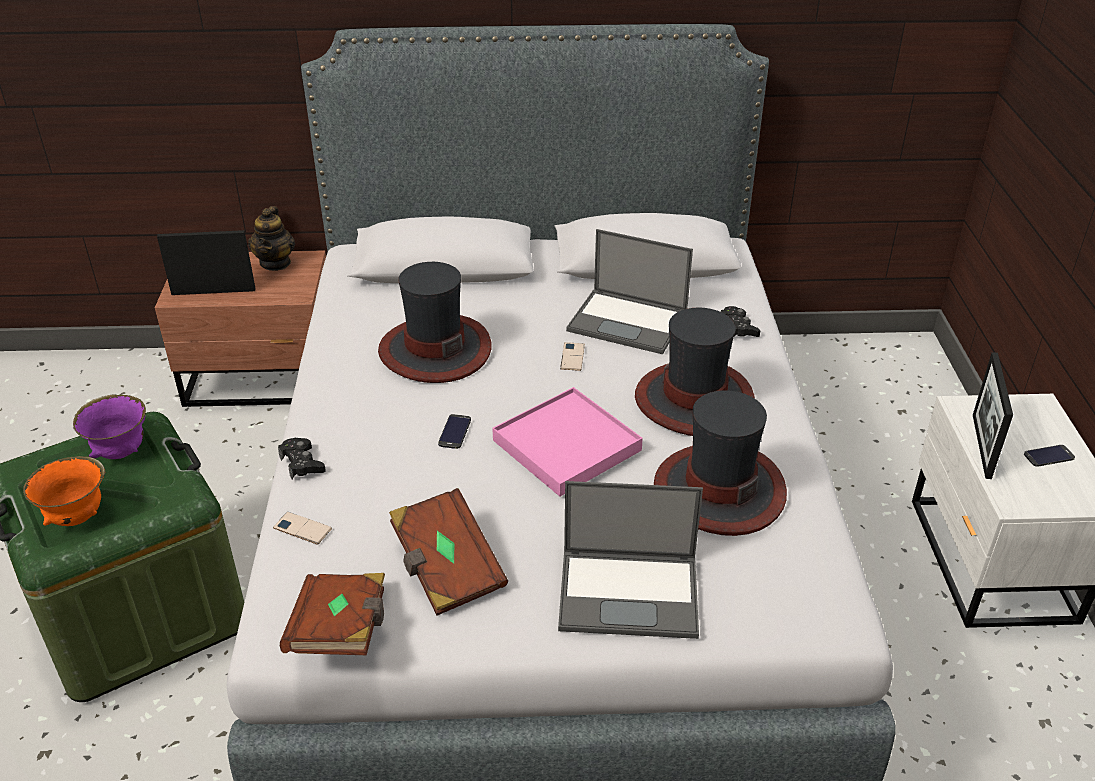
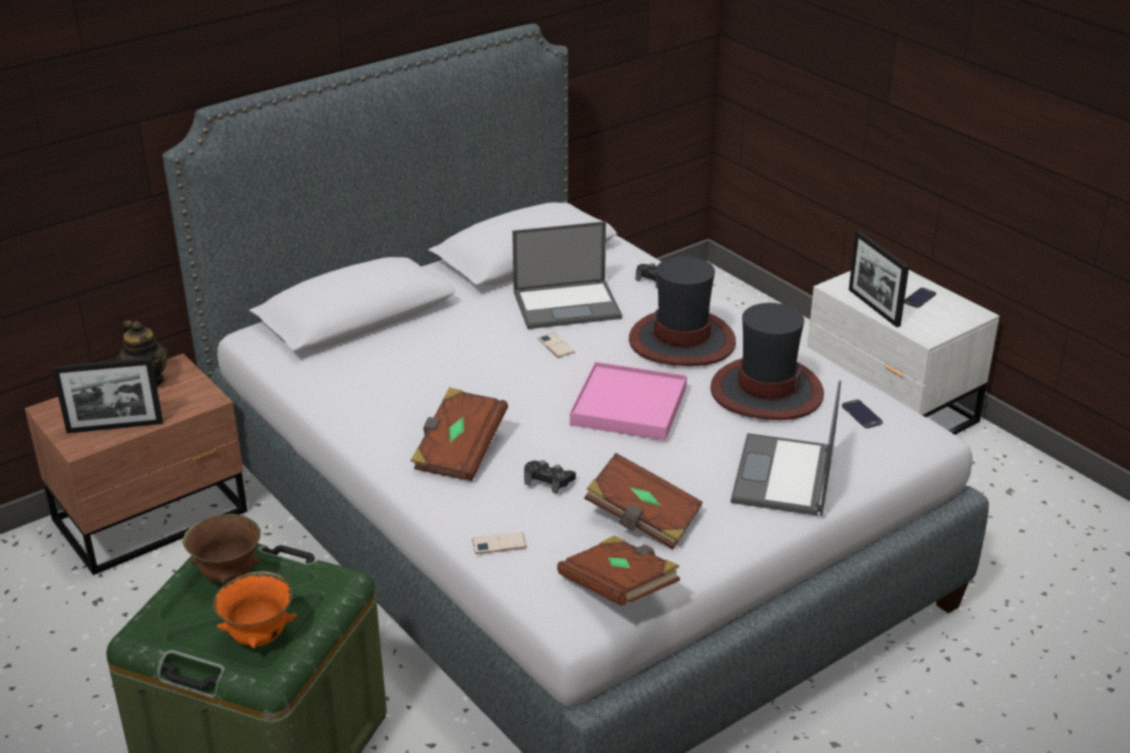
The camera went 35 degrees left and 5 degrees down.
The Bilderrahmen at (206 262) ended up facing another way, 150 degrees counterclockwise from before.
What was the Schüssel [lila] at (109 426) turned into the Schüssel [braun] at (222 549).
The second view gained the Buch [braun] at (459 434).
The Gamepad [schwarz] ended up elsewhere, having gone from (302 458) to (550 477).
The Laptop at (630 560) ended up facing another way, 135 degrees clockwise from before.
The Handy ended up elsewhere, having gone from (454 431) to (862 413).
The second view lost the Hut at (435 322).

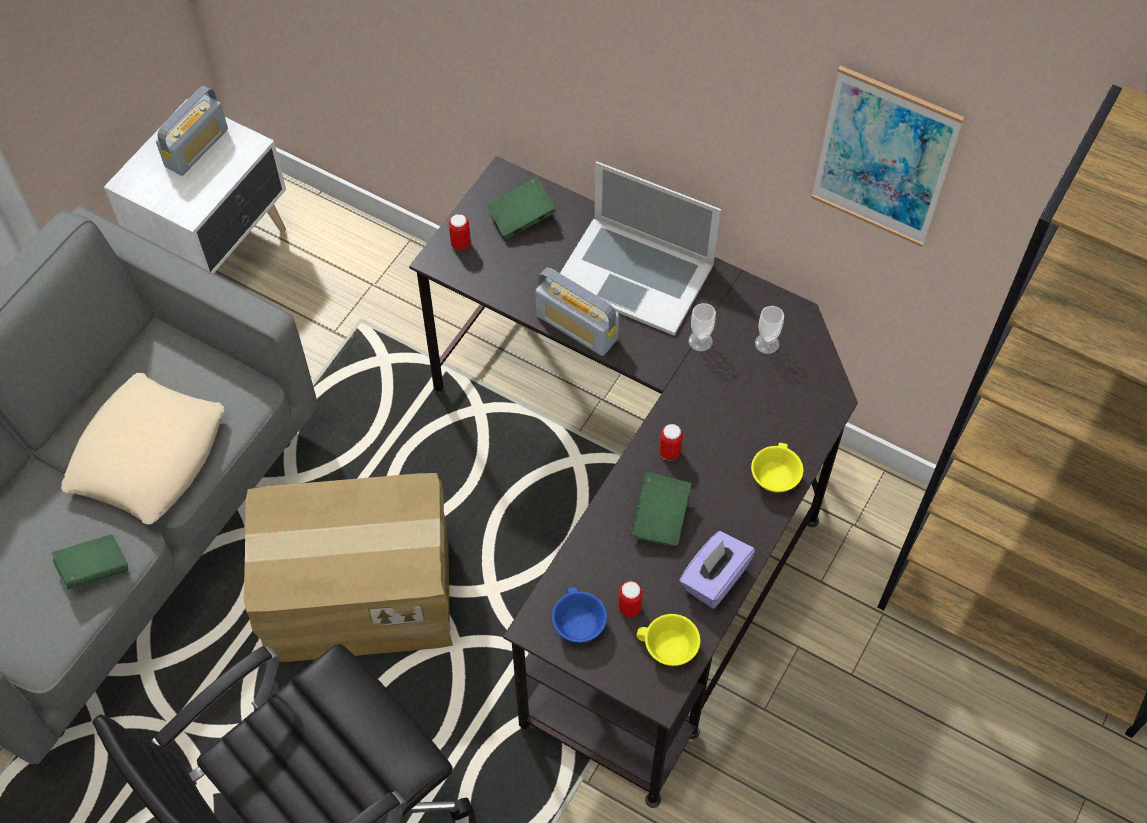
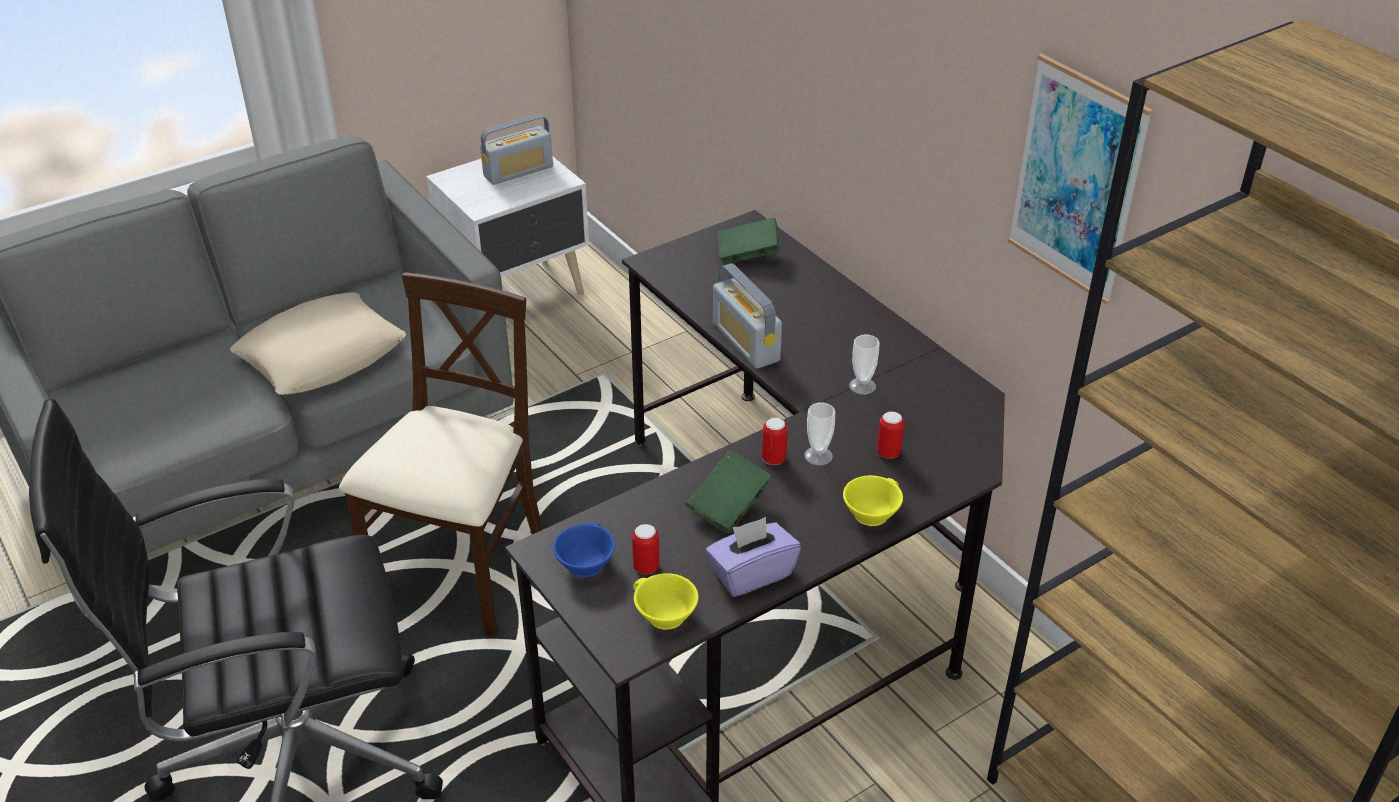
The camera went 25 degrees right and 20 degrees down.
Where the Karton stood at (348 567), the Stuhl [beige] came to stand at (441 455).
The Tasse ended up elsewhere, having gone from (769 330) to (819 433).
The Dose ended up elsewhere, having gone from (460 232) to (890 435).
The second view lost the Buch [grün] at (90 562).
The second view lost the Laptop at (640 248).

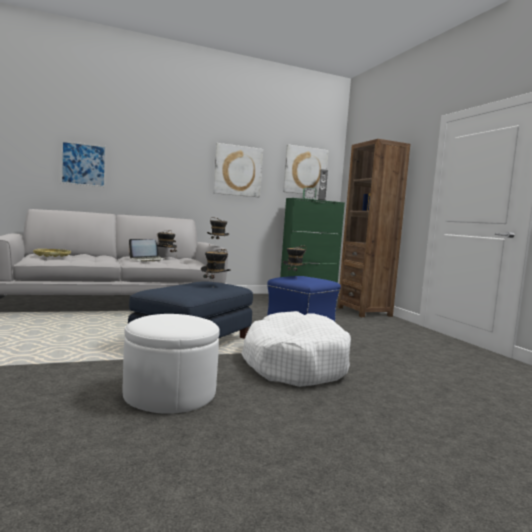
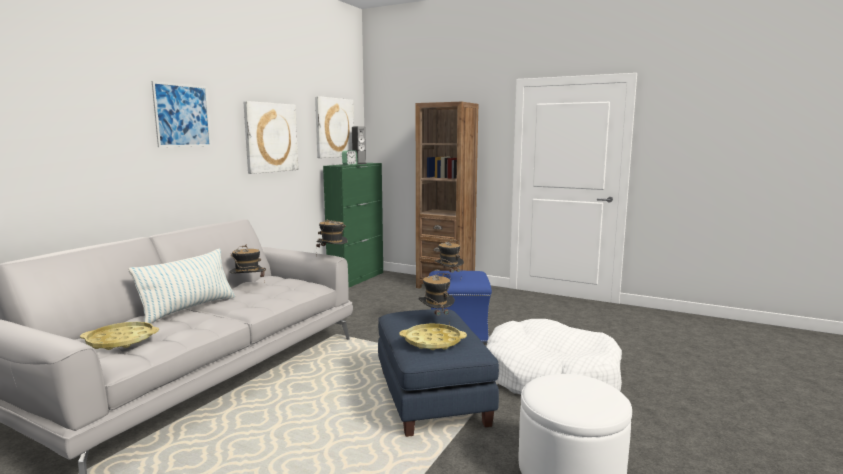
The camera went 40 degrees left and 5 degrees up.
The second view gained the Kissen at (182 286).
The Bild ended up elsewhere, having gone from (83 164) to (181 114).
The second view gained the Tablett [gelb] at (433 337).
The second view lost the Laptop at (147 250).

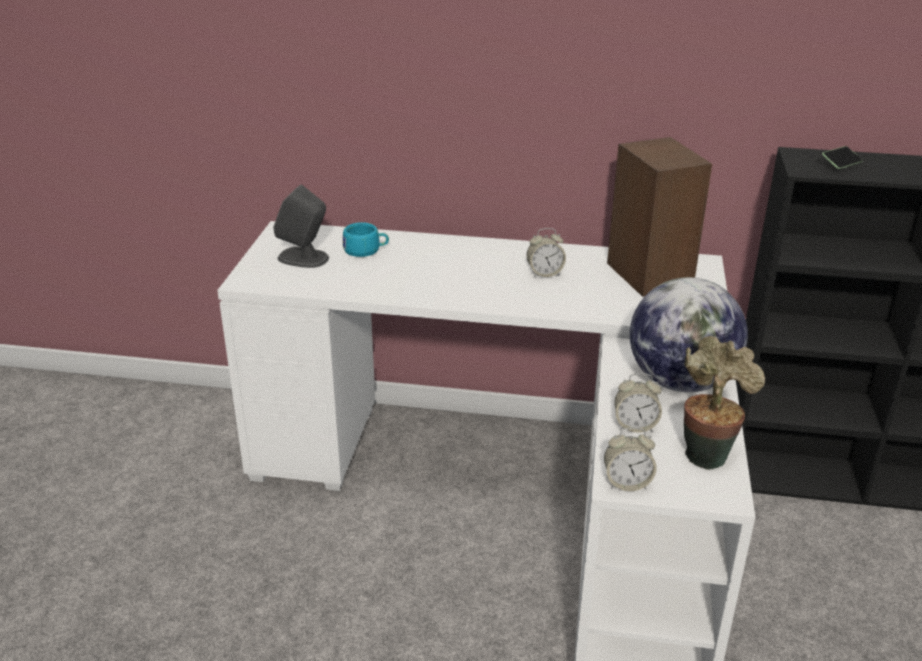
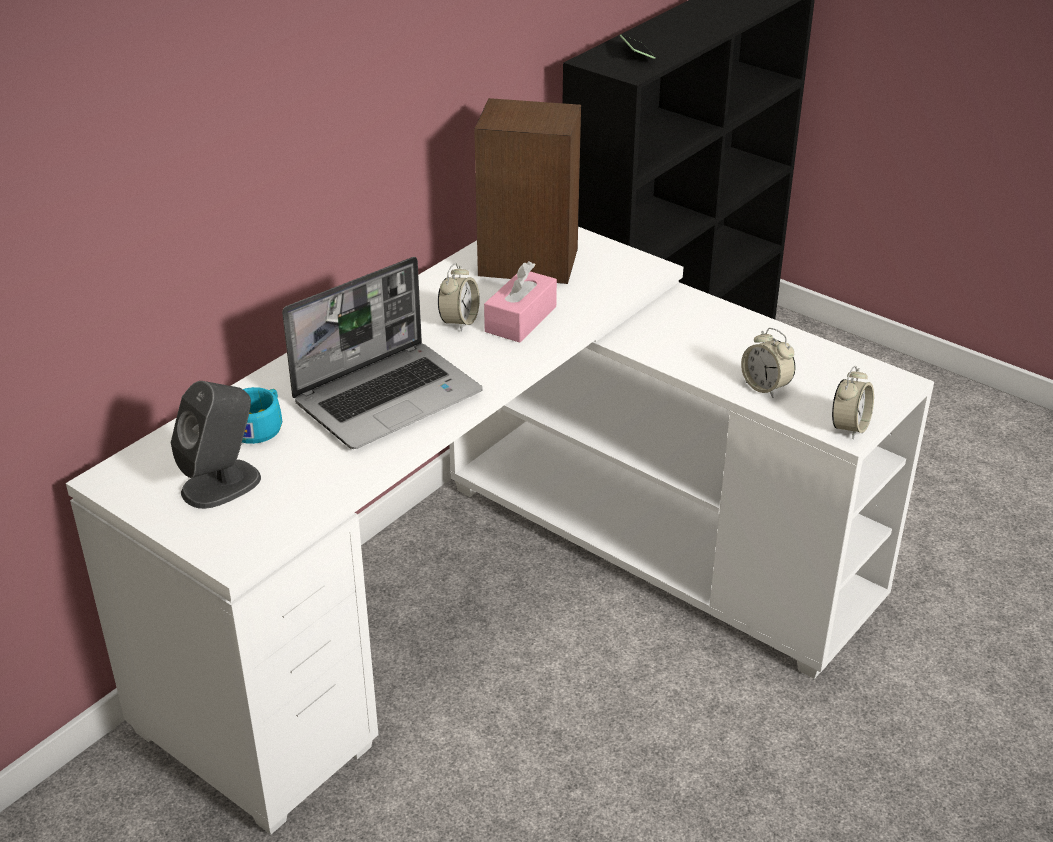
The camera went 60 degrees left and 5 degrees up.
The second view gained the Laptop at (382 353).
The second view gained the Taschentuchbox [rosa] at (520 302).
The Wecker at (638 403) ended up facing another way, 105 degrees clockwise from before.
The second view lost the Globus at (689 334).
The second view lost the Topfpflanze at (724 403).

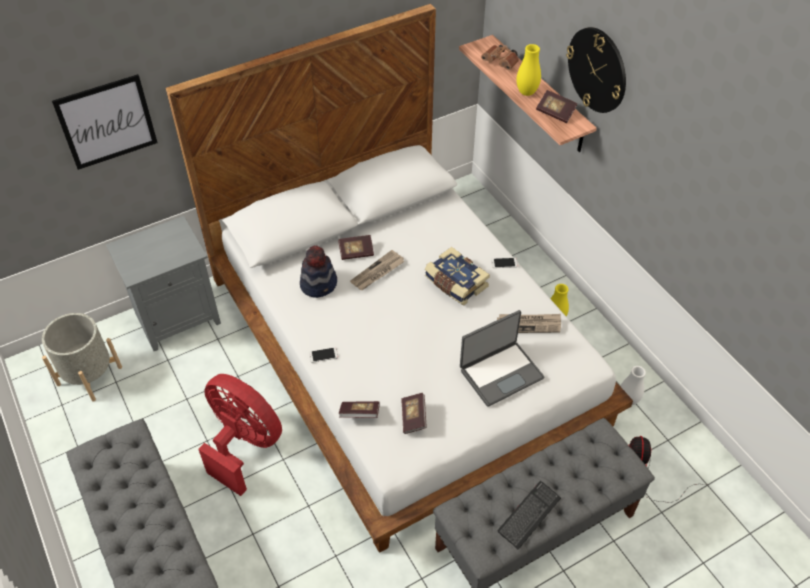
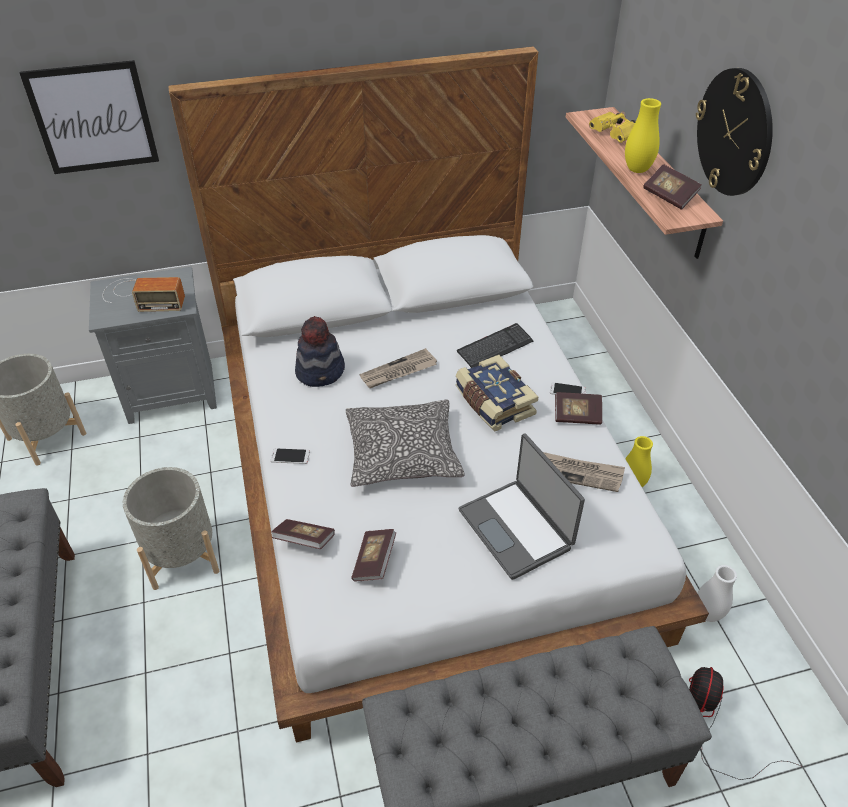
The camera went 15 degrees right and 5 degrees down.
The second view gained the Radio at (144 294).
Where the Ventilator [rot] stood at (240 435), the Pflanzkübel [grau] came to stand at (171 528).
The second view gained the Kissen at (405 443).
The Tastatur ended up elsewhere, having gone from (529 515) to (495 345).
The Laptop at (502 358) ended up facing another way, 75 degrees clockwise from before.
The Buch ended up elsewhere, having gone from (356 247) to (578 408).
What was the Fernglas [braun] at (500 57) turned into the Fernglas [gelb] at (612 127).

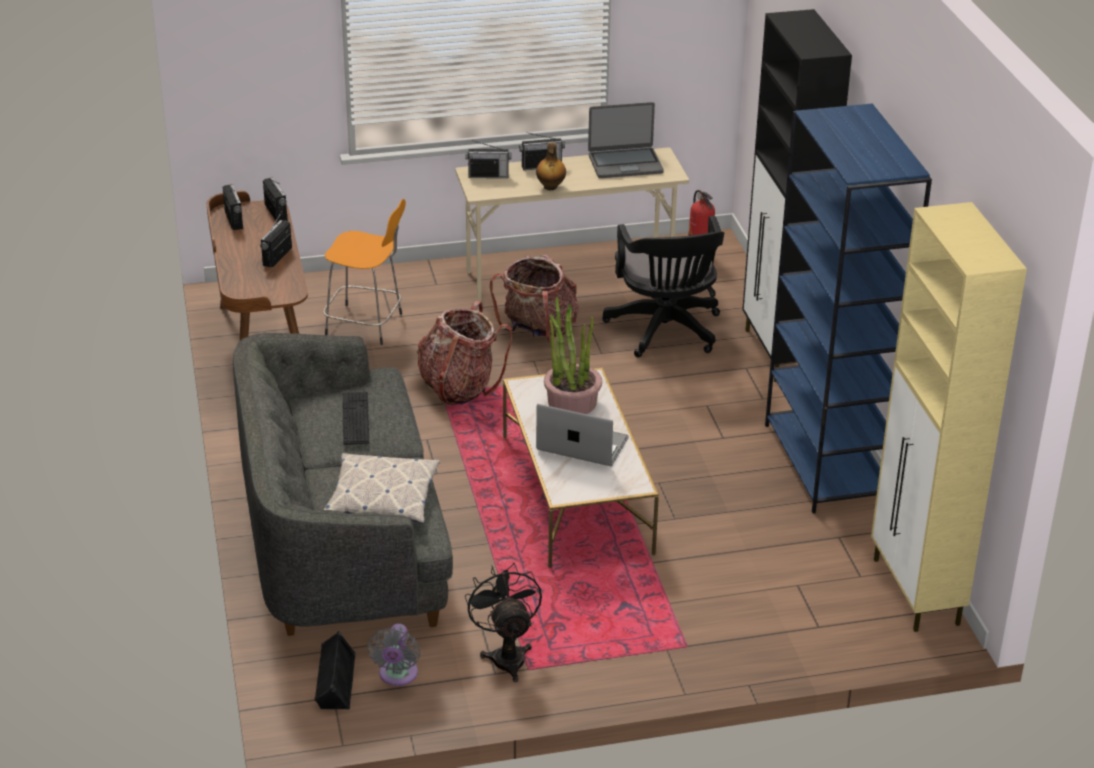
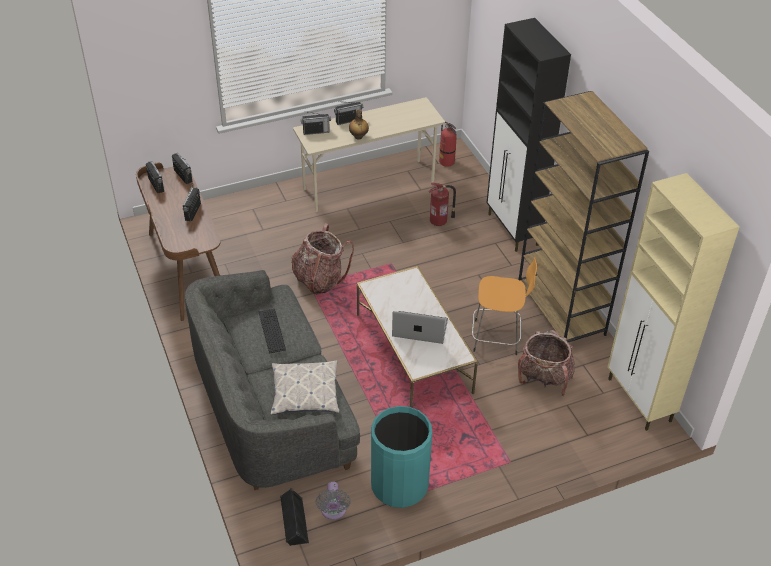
The camera went 10 degrees left and 10 degrees up.
Where the Ventilator [schwarz] stood at (503 622), the Mülleimer [türkis] came to stand at (401 457).
Where the Bürostuhl [schwarz] stood at (663 287), the Feuerlöscher came to stand at (442 204).
The Hocker [orange] ended up elsewhere, having gone from (364 272) to (504 306).
The Rucksack ended up elsewhere, having gone from (534 299) to (546 363).
What was the Bücherregal [blau] at (848 309) turned into the Bücherregal [braun] at (584 216).
The second view lost the Topfpflanze at (573 355).
The second view lost the Laptop at (626 140).

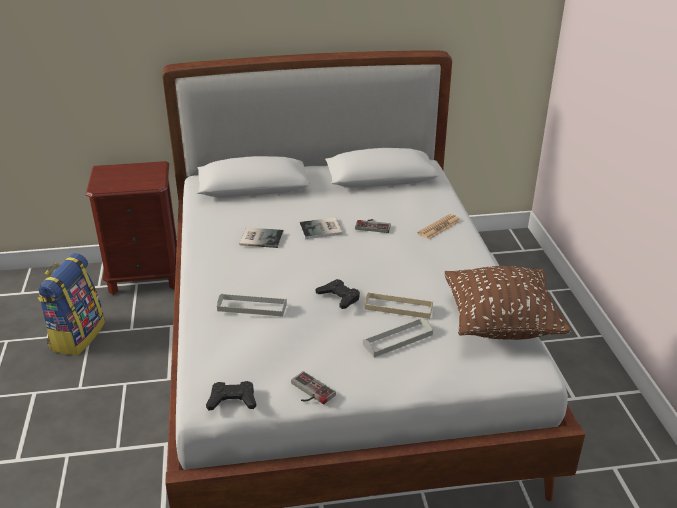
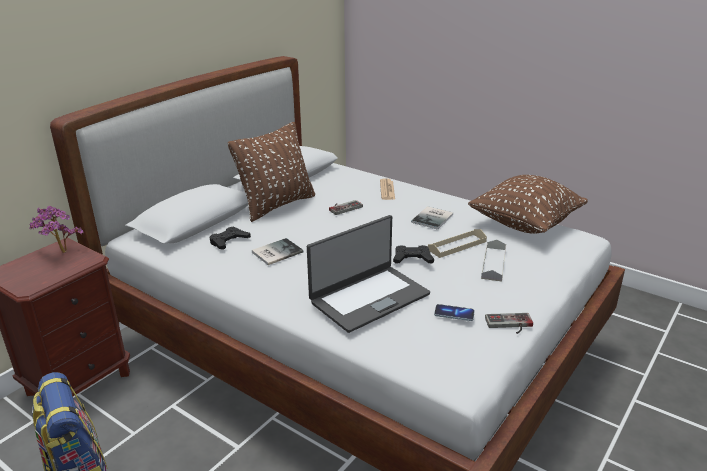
The camera went 45 degrees left and 5 degrees down.
The second view gained the Topfpflanze at (56 229).
The Gamepad [schwarz] ended up elsewhere, having gone from (231 396) to (230 238).
The second view gained the Kissen [braun] at (271 172).
Where the Tablett [grau] stood at (252 305), the Laptop came to stand at (368 274).
The Buch ended up elsewhere, having gone from (321 228) to (432 218).
The second view gained the Handy at (454 312).

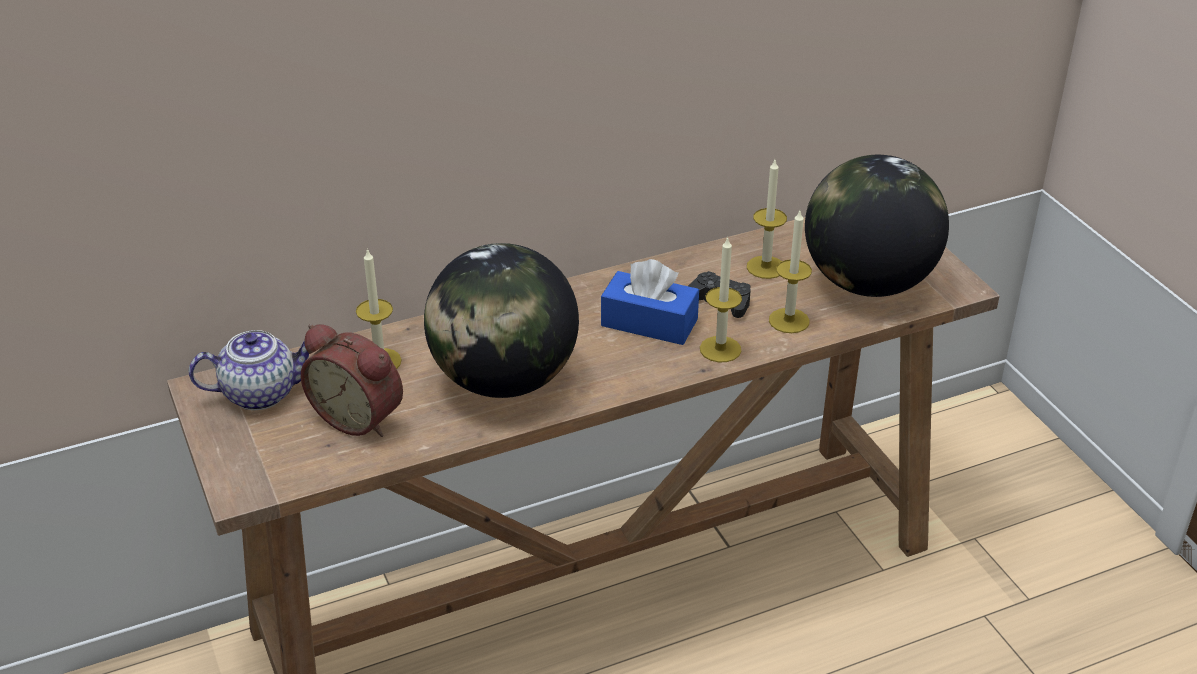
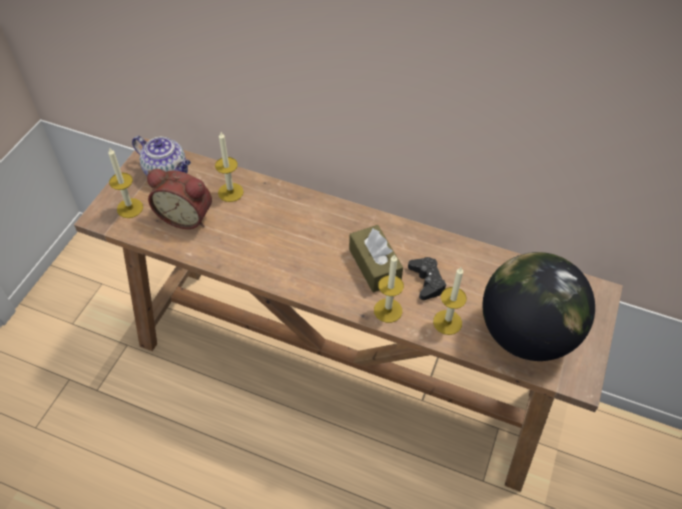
The camera went 45 degrees right and 15 degrees up.
The Kerze ended up elsewhere, having gone from (767 219) to (125 182).
The Wecker at (352 380) ended up facing another way, 60 degrees counterclockwise from before.
What was the Taschentuchbox [blau] at (650 302) turned into the Taschentuchbox [braun] at (376 259).
The second view lost the Globus at (501 320).

